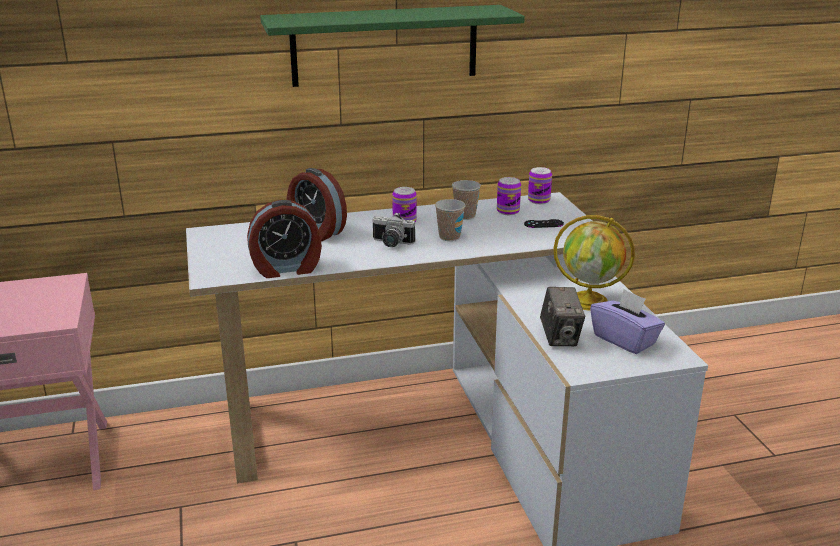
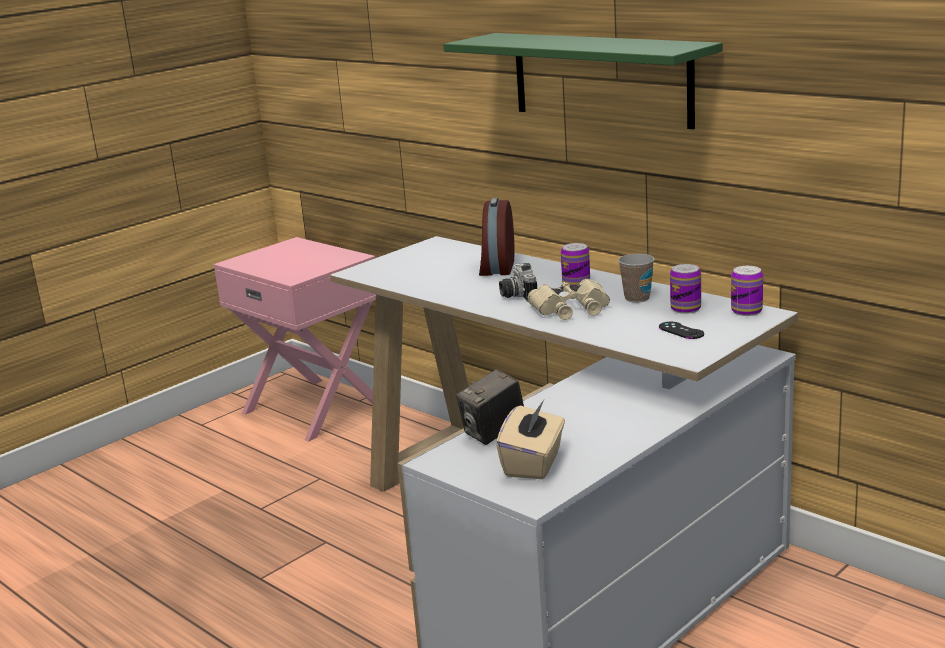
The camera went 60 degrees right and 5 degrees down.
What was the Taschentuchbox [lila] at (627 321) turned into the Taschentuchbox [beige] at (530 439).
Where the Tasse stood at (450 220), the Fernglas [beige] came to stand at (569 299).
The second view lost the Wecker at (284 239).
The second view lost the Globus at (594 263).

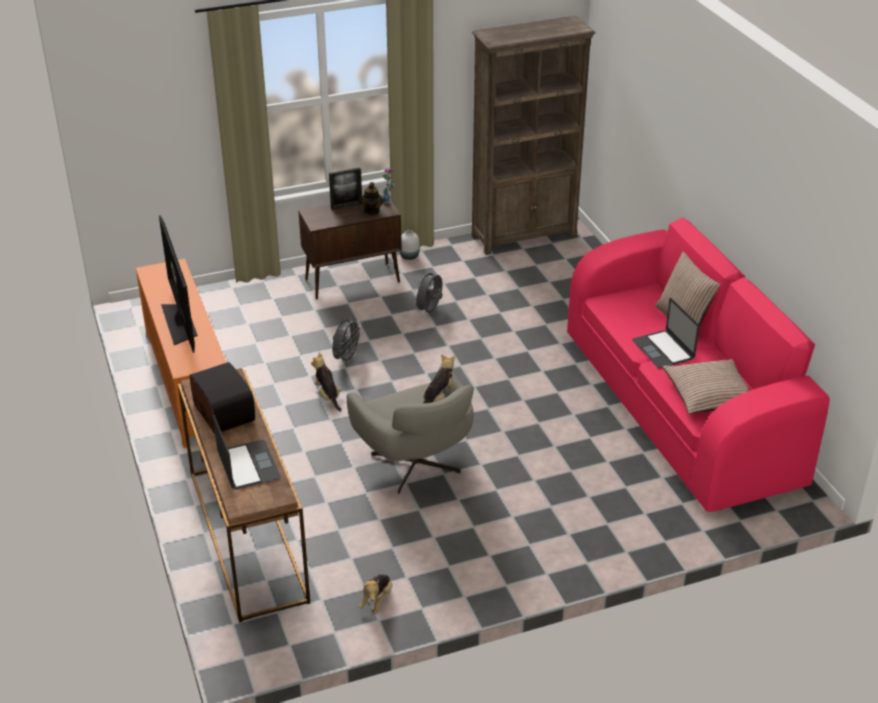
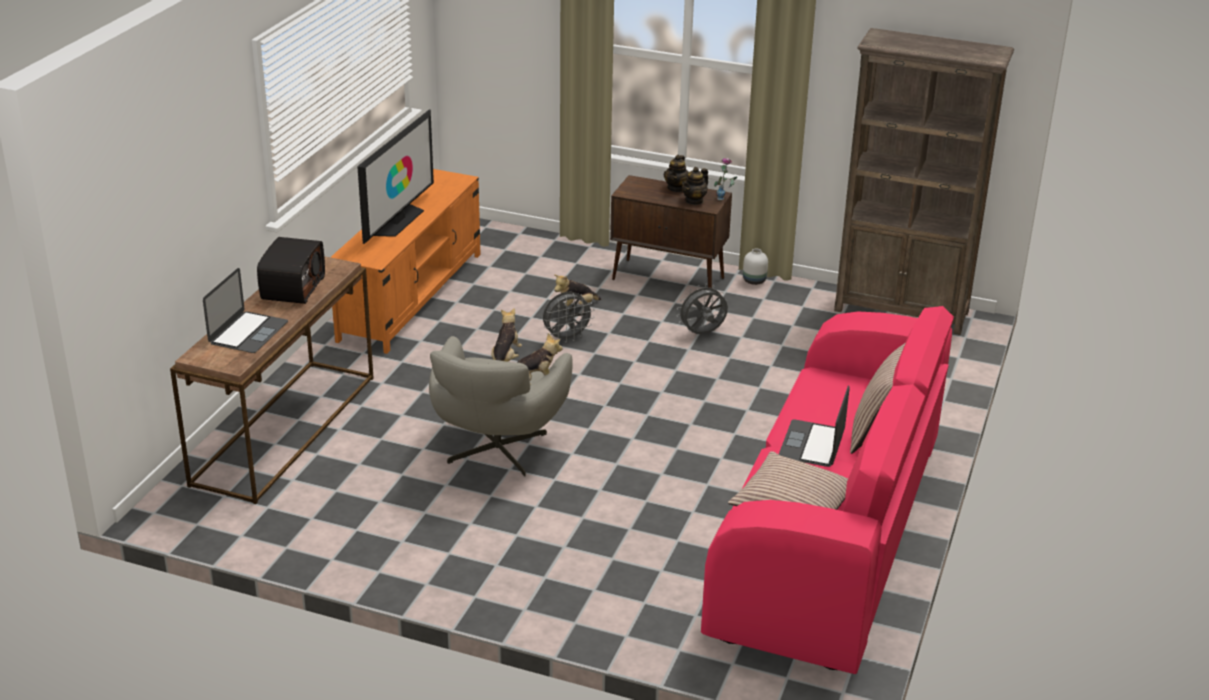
The camera went 40 degrees right and 5 degrees down.
The Plüschtier ended up elsewhere, having gone from (375 594) to (577 290).
Where the Bilderrahmen stood at (345 189), the Teekanne came to stand at (676 173).

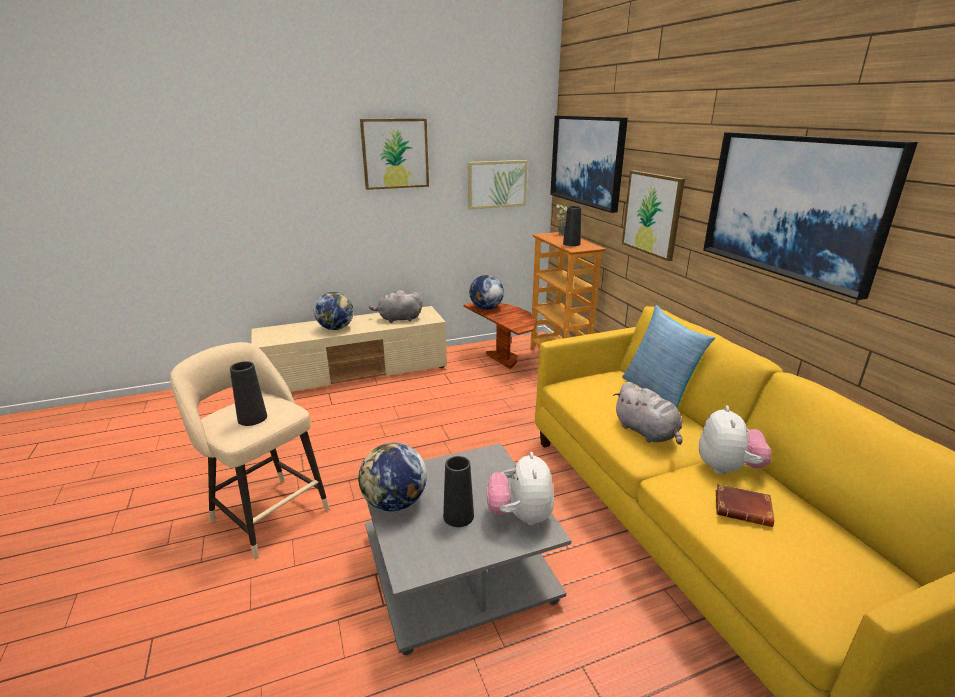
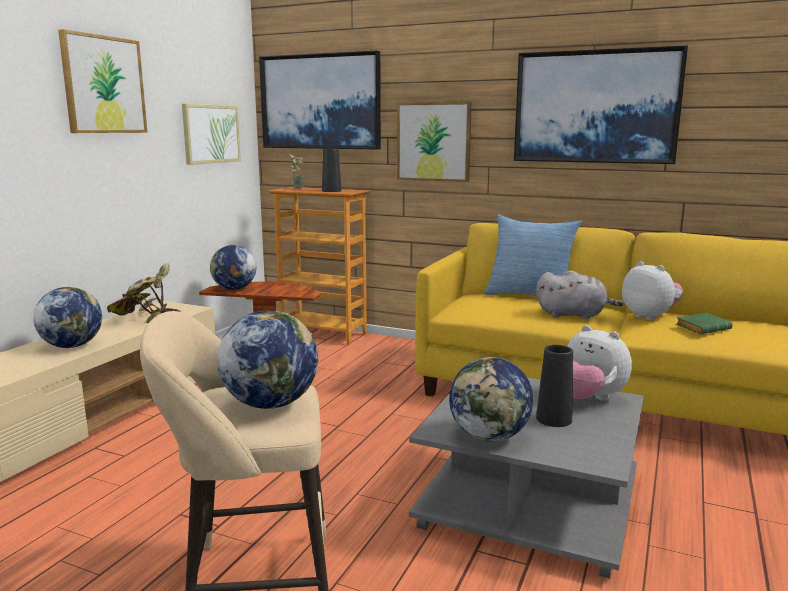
The camera went 45 degrees left and 10 degrees down.
Where the Plüschtier [grau] stood at (395 306), the Topfpflanze came to stand at (143 293).
Where the Vase [schwarz] stood at (248 393), the Globus came to stand at (267 359).
What was the Buch [braun] at (745 505) turned into the Buch [grün] at (704 323).

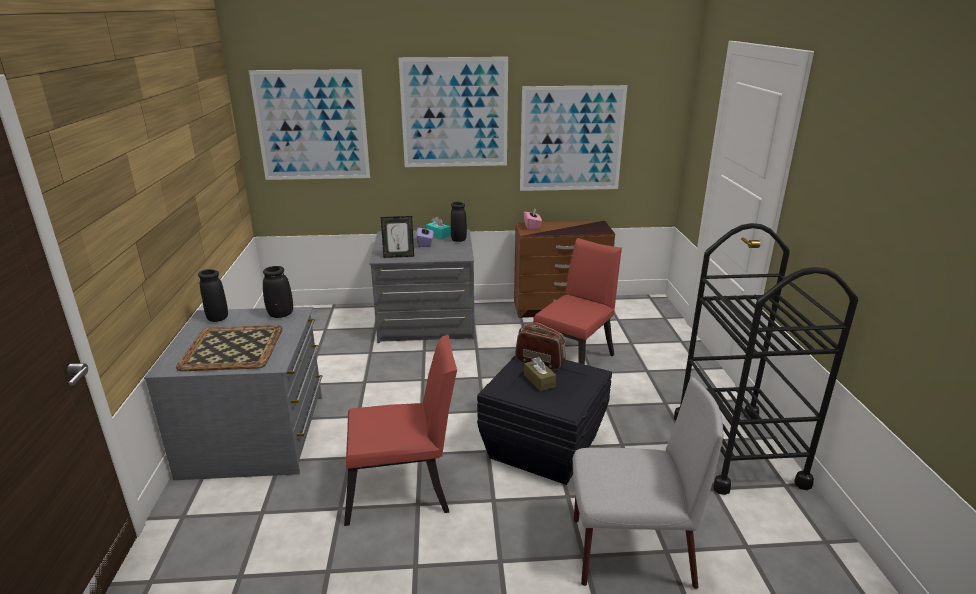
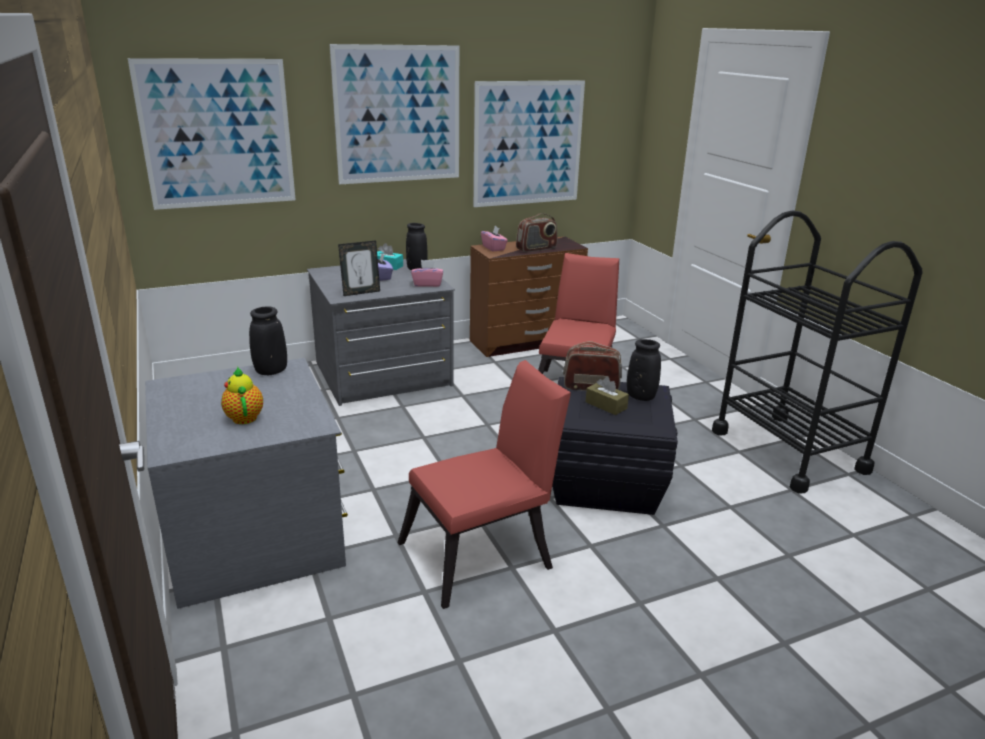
The camera went 20 degrees left and 0 degrees up.
Where the Tablett stood at (229 348), the Teekanne came to stand at (242 395).
The second view gained the Taschentuchbox [rosa] at (427 273).
The second view gained the Radio at (536 232).
The Vase [schwarz] ended up elsewhere, having gone from (213 295) to (644 370).
The second view lost the Stuhl [grau] at (648 483).

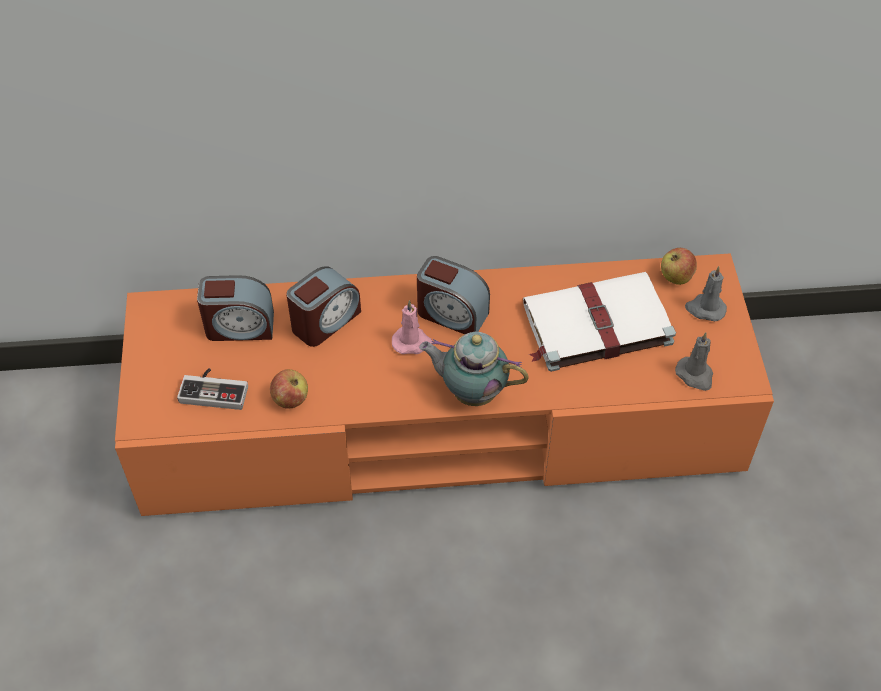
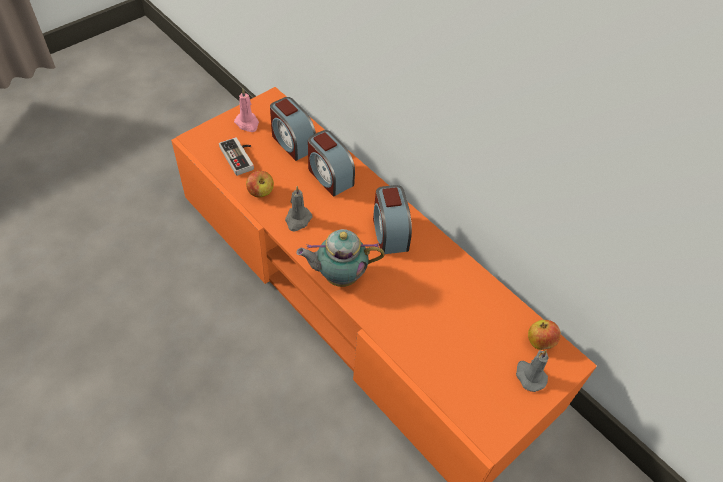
The camera went 50 degrees right and 0 degrees up.
The Kerze [rosa] ended up elsewhere, having gone from (412 327) to (246 110).
The Kerze [grau] ended up elsewhere, having gone from (694 361) to (298 208).
The Teekanne at (474 369) ended up facing another way, 75 degrees counterclockwise from before.
The Wecker at (323 306) ended up facing another way, 45 degrees clockwise from before.
The second view lost the Buch [weiß] at (599 322).

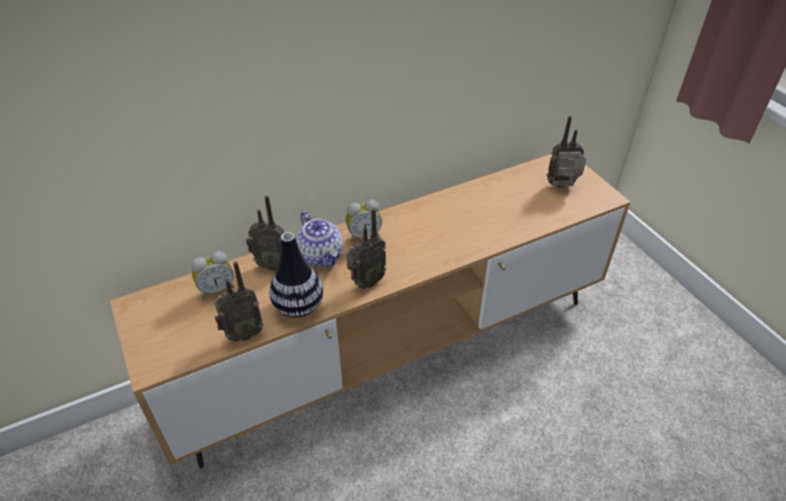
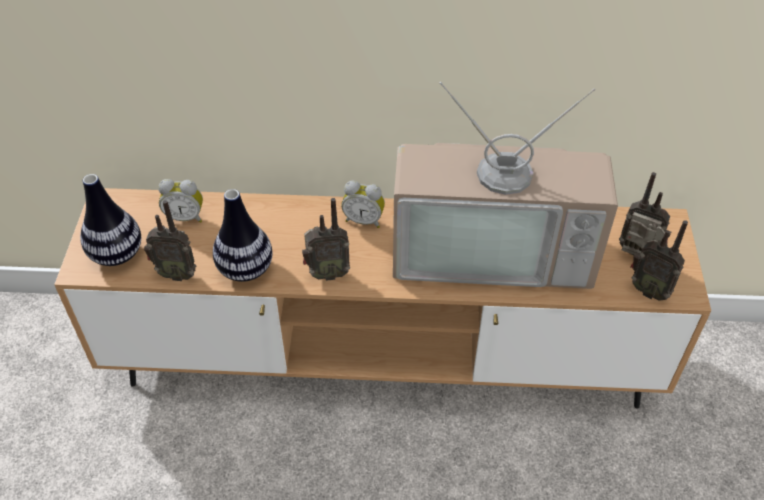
The camera went 30 degrees right and 5 degrees up.
The second view gained the Vase at (110 220).
The second view gained the Fernseher at (505 185).
The Radio ended up elsewhere, having gone from (265 233) to (659 260).
The second view lost the Teekanne at (319 239).

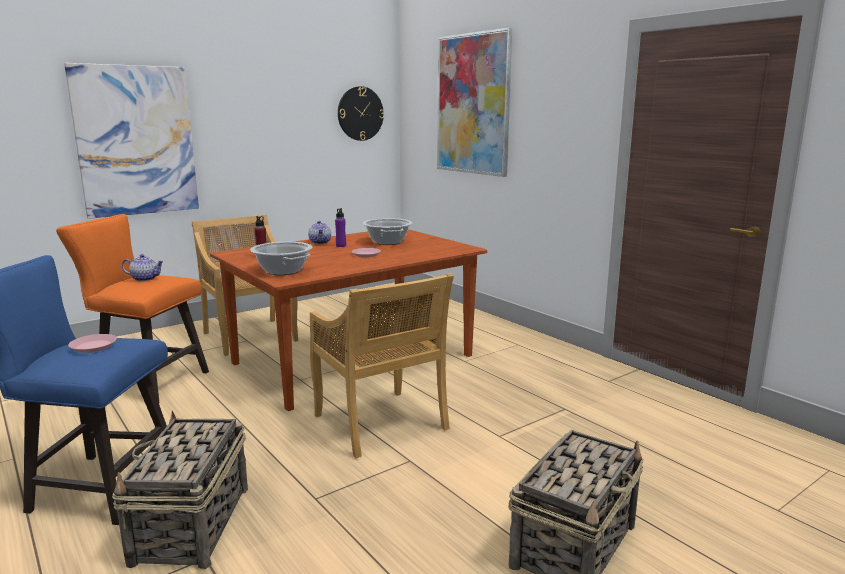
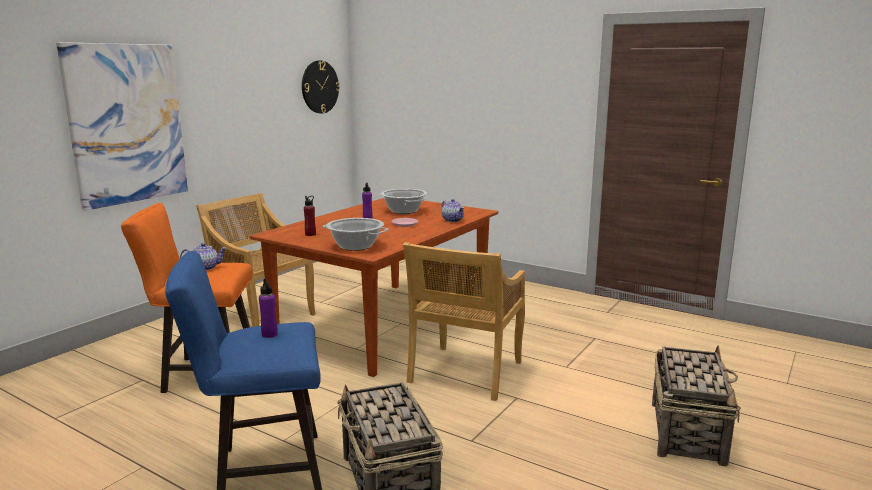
The camera went 20 degrees left and 0 degrees up.
Where the Teller [rosa] stood at (92 343), the Flasche [lila] came to stand at (268 308).
The Stuhl [beige] at (382 365) ended up facing another way, 75 degrees clockwise from before.
The Teekanne ended up elsewhere, having gone from (319 232) to (453 210).
The second view lost the Bild at (474 102).

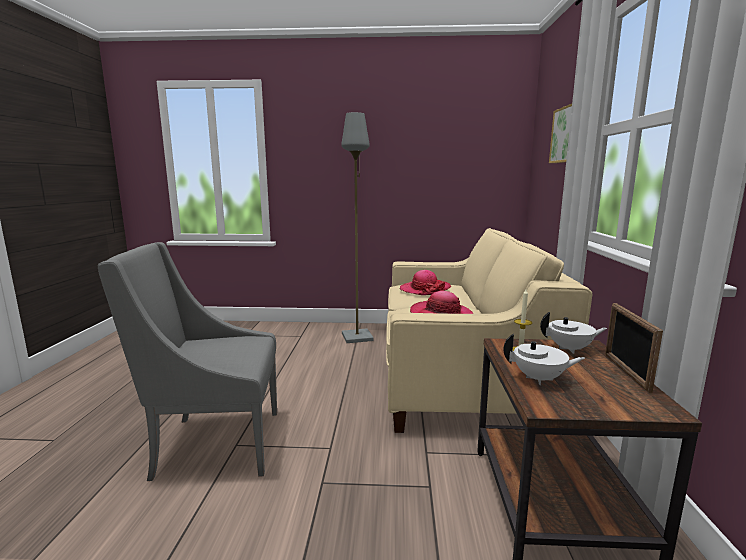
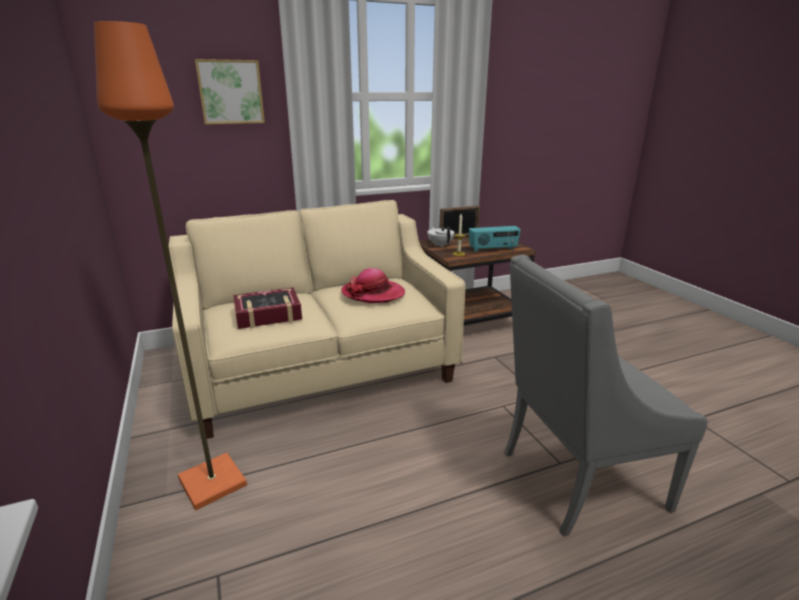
The camera went 115 degrees left and 10 degrees up.
What was the Stehlampe [grau] at (357 227) turned into the Stehlampe [orange] at (170 265).
Where the Hut stood at (425 282), the Buch came to stand at (267 308).
Where the Teekanne [weiß] stood at (544 359), the Radio came to stand at (495 239).
The Sessel [grau] at (187 361) ended up facing another way, 105 degrees clockwise from before.

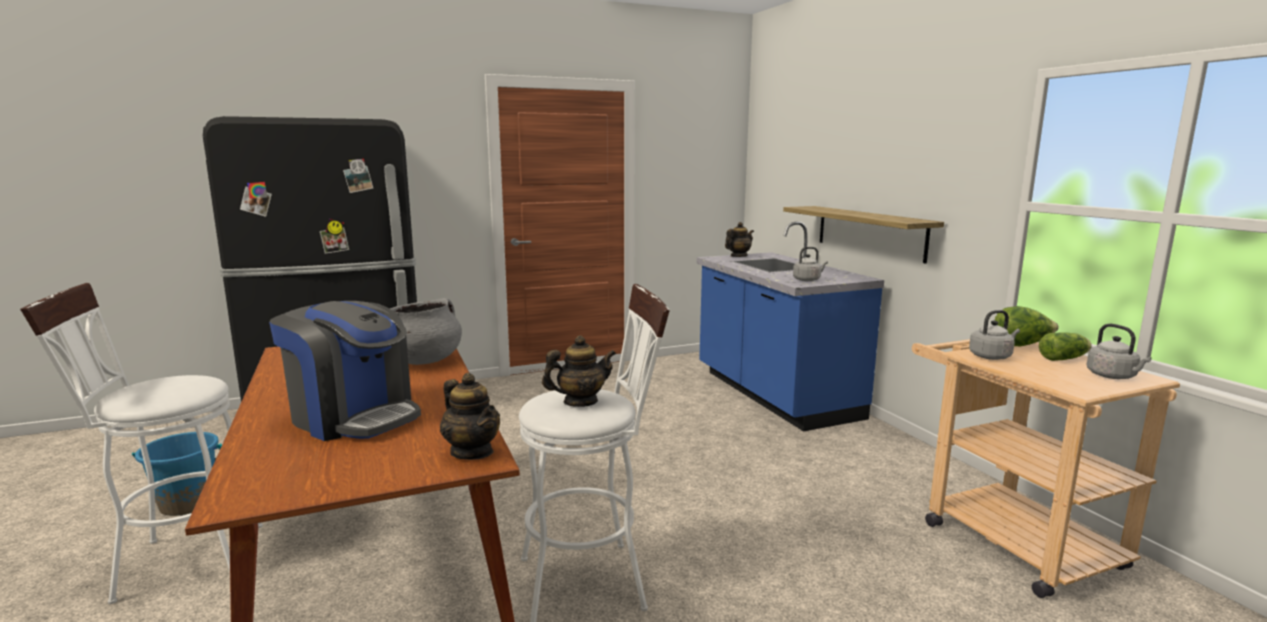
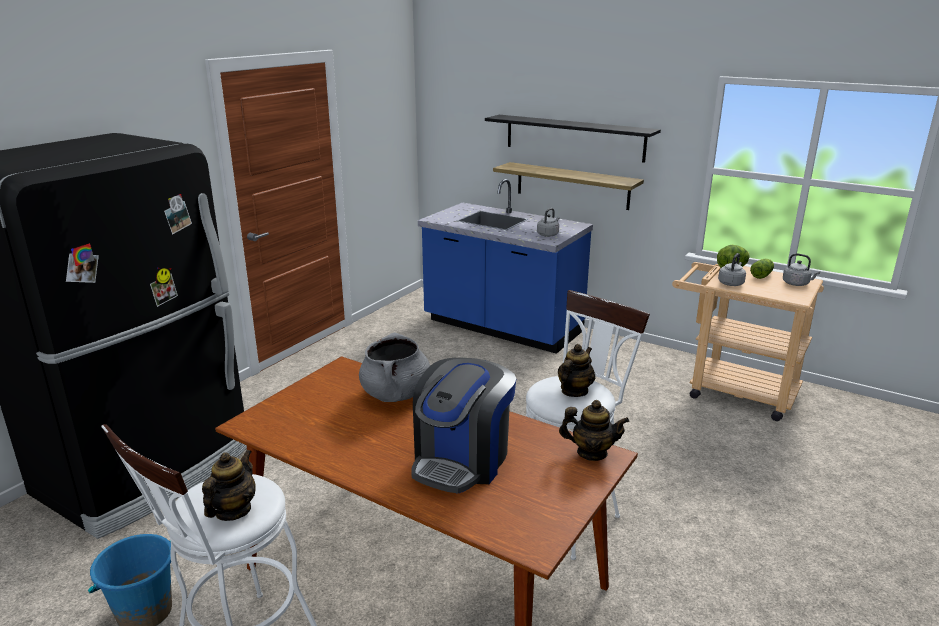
The camera went 35 degrees left and 10 degrees up.
The Teekanne ended up elsewhere, having gone from (739 239) to (229 485).
The Kaffeemaschine at (345 371) ended up facing another way, 120 degrees clockwise from before.
The second view gained the Wandregal [schwarz] at (573 139).

